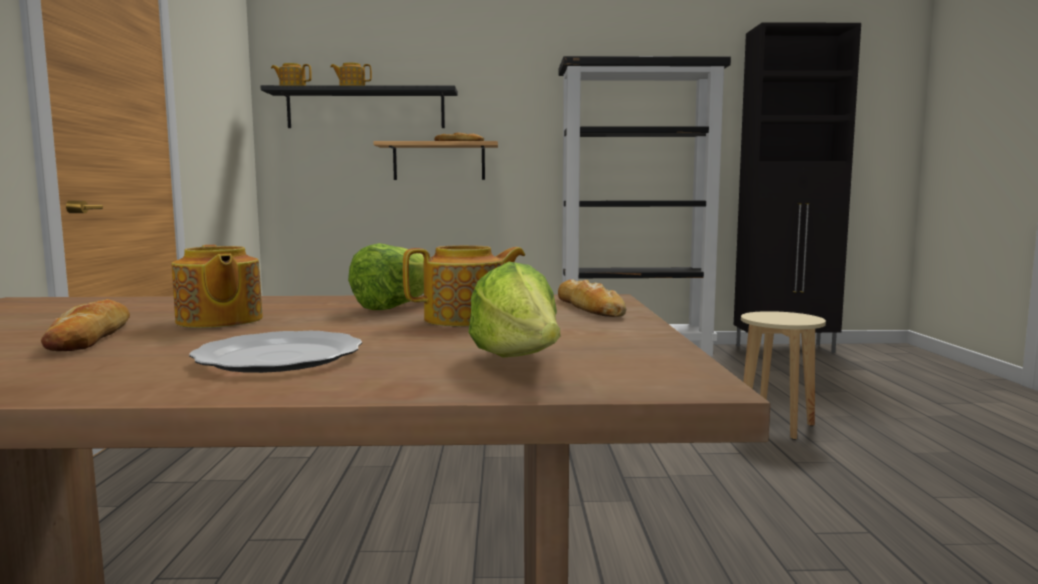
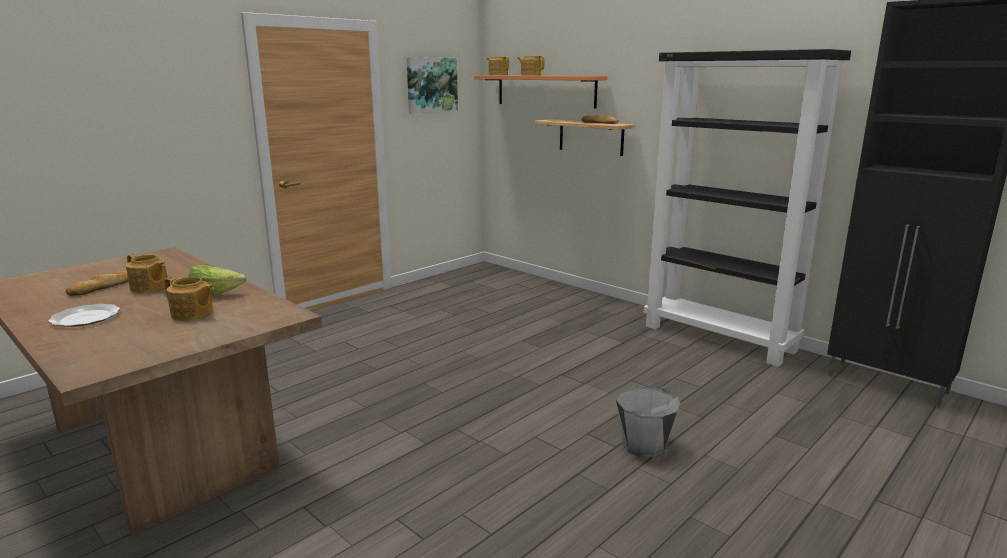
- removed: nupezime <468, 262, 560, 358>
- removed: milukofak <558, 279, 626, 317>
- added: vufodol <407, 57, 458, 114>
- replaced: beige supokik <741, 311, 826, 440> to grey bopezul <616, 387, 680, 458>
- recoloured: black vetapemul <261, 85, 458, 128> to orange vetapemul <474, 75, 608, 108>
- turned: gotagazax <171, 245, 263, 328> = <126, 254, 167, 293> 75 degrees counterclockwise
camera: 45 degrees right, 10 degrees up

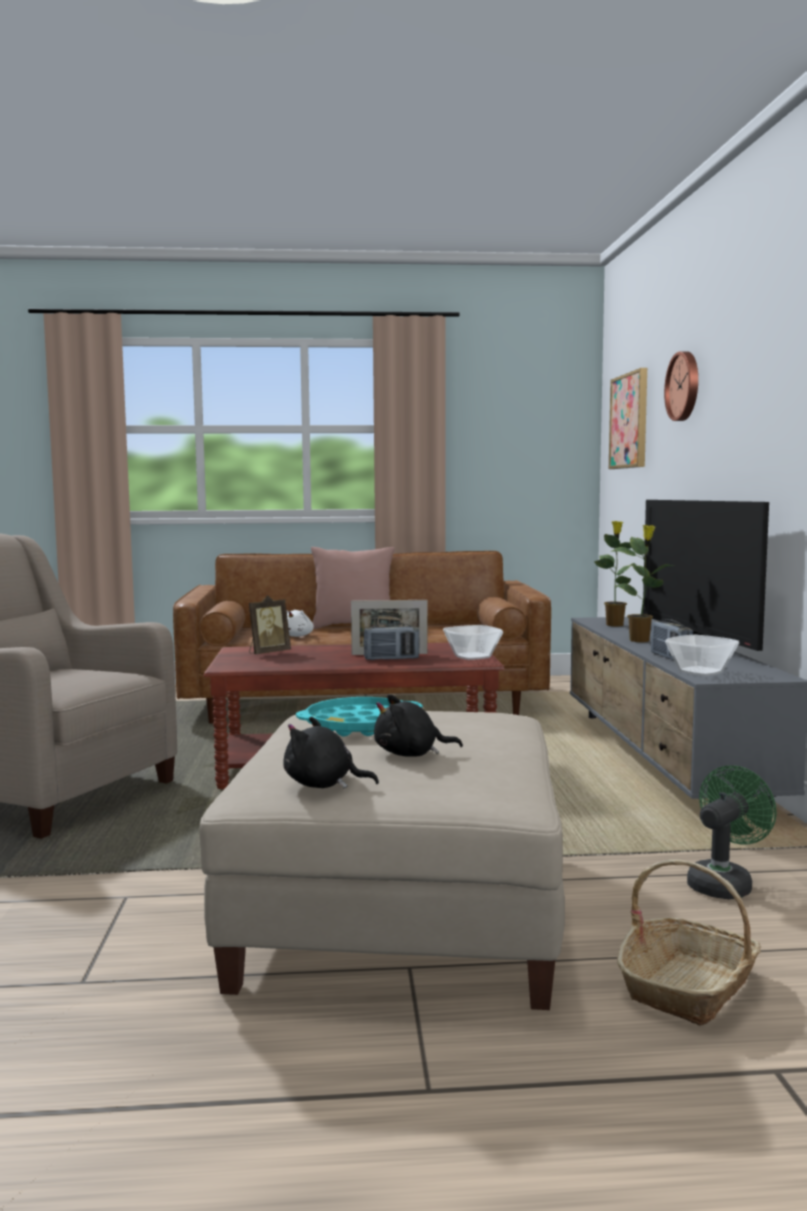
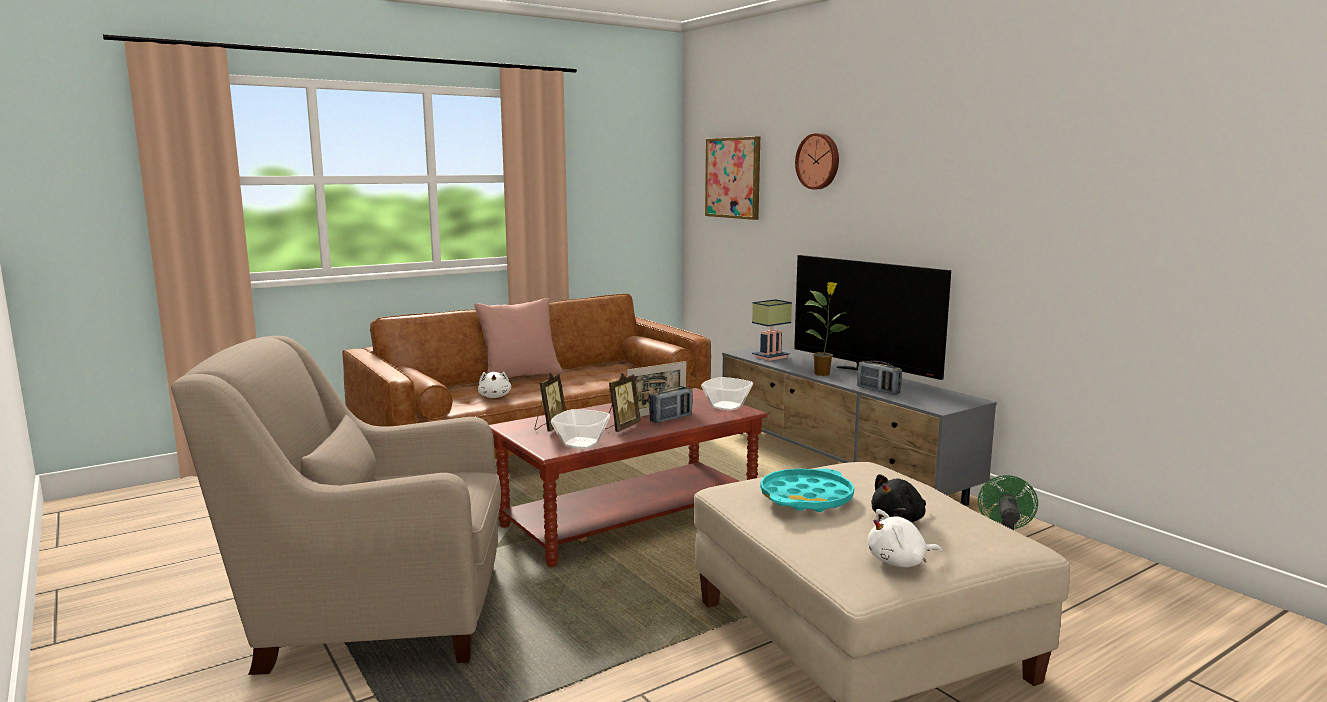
- removed: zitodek <617, 859, 761, 1026>
- added: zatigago <606, 373, 641, 432>
- moved: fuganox <665, 635, 739, 676> to <551, 409, 610, 449>
- replaced: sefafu <594, 521, 637, 626> to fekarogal <752, 299, 792, 361>
- recoloured: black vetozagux <283, 717, 379, 789> to white vetozagux <867, 509, 942, 567>
camera: 30 degrees left, 5 degrees up

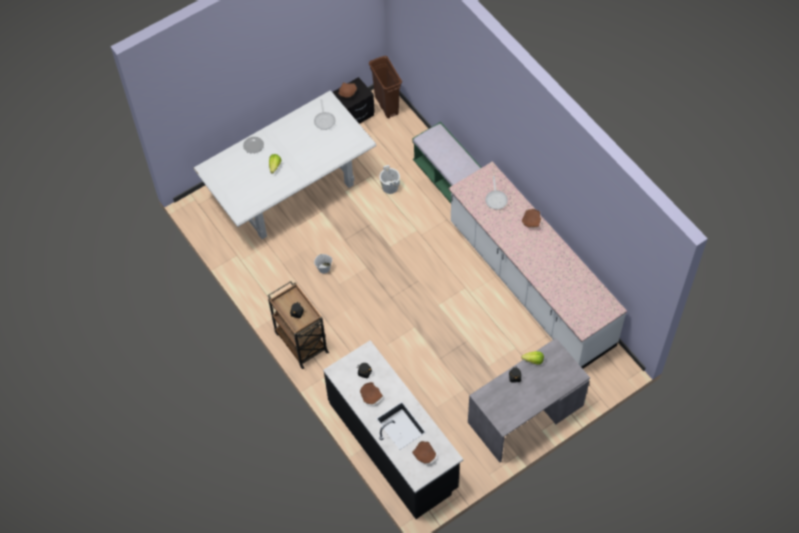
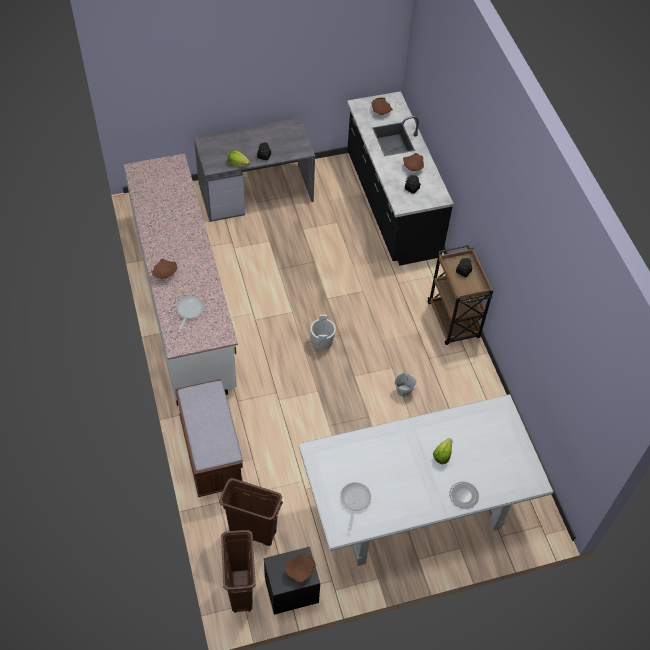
- added: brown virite <219, 478, 283, 546>
- moved: white bopezul <379, 165, 400, 194> to <310, 315, 336, 350>
- recoloured: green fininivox <412, 122, 482, 203> to brown fininivox <175, 379, 243, 497>
camera: 165 degrees left, 5 degrees down

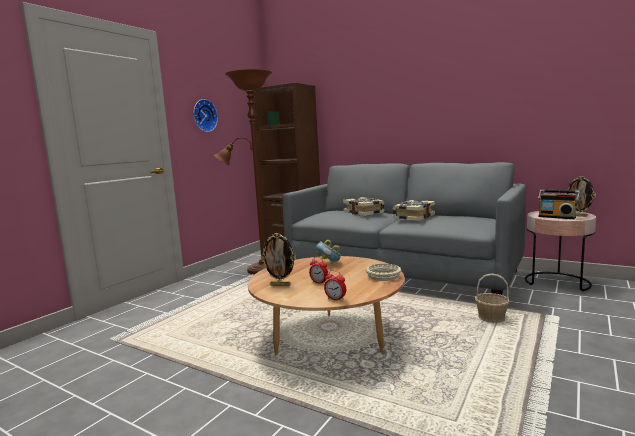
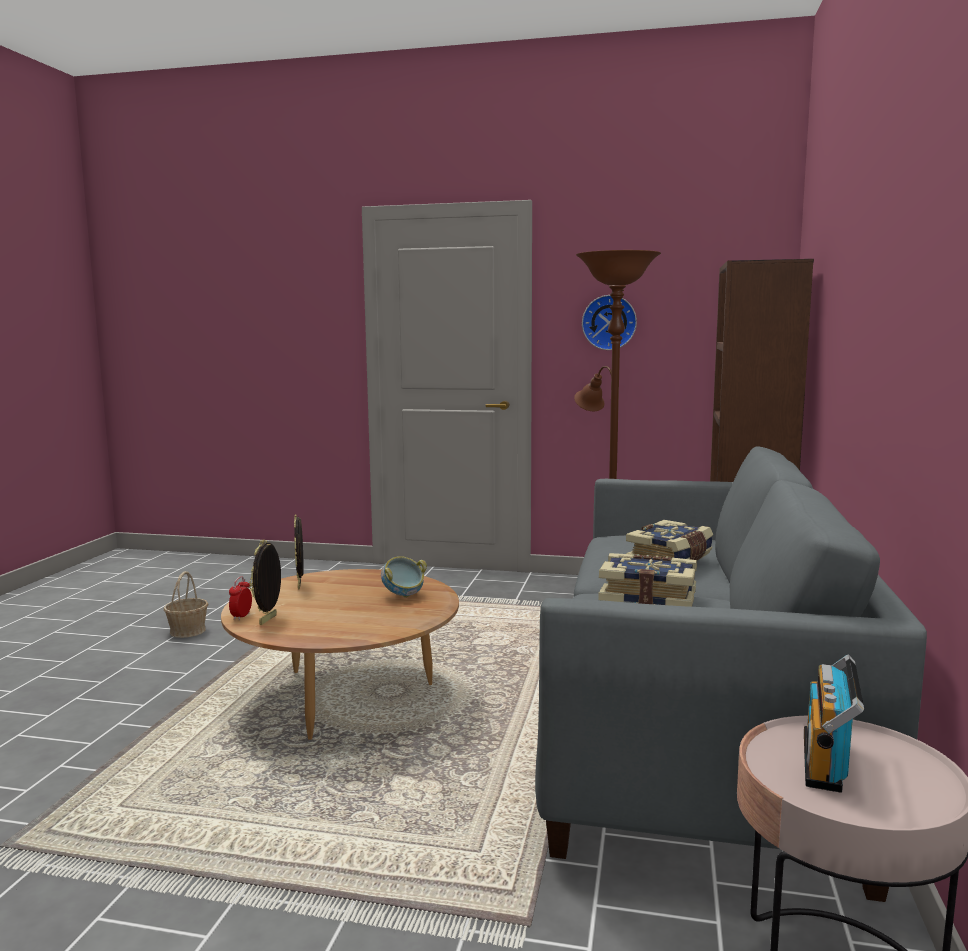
- removed: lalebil <309, 257, 328, 285>
- removed: beige fuganox <366, 263, 402, 281>
- moved: zitodek <475, 274, 510, 323> to <164, 571, 208, 638>
- moved: zatigago <565, 176, 596, 217> to <249, 539, 281, 625>
camera: 70 degrees right, 0 degrees up

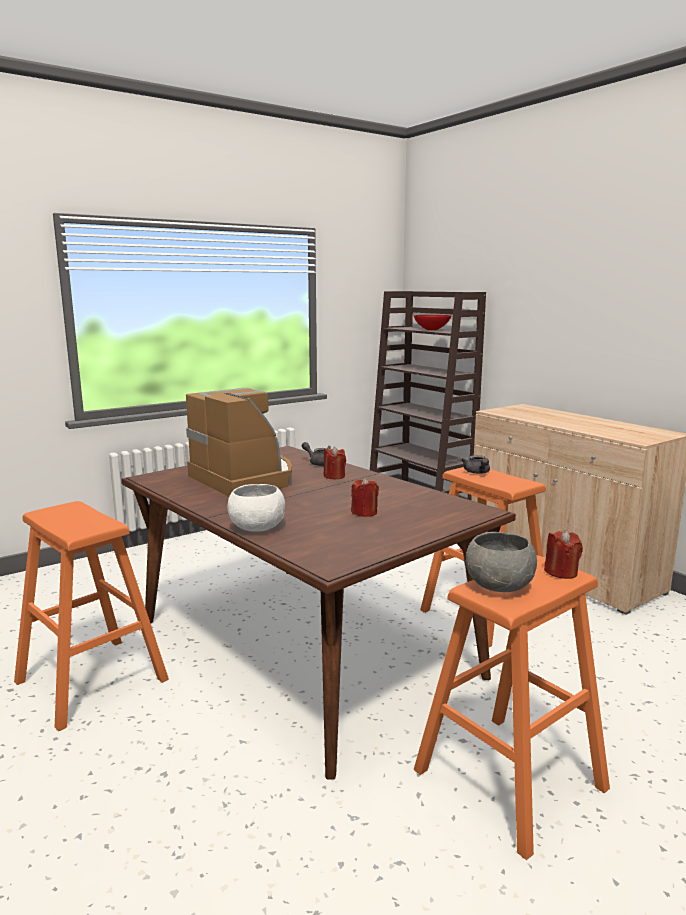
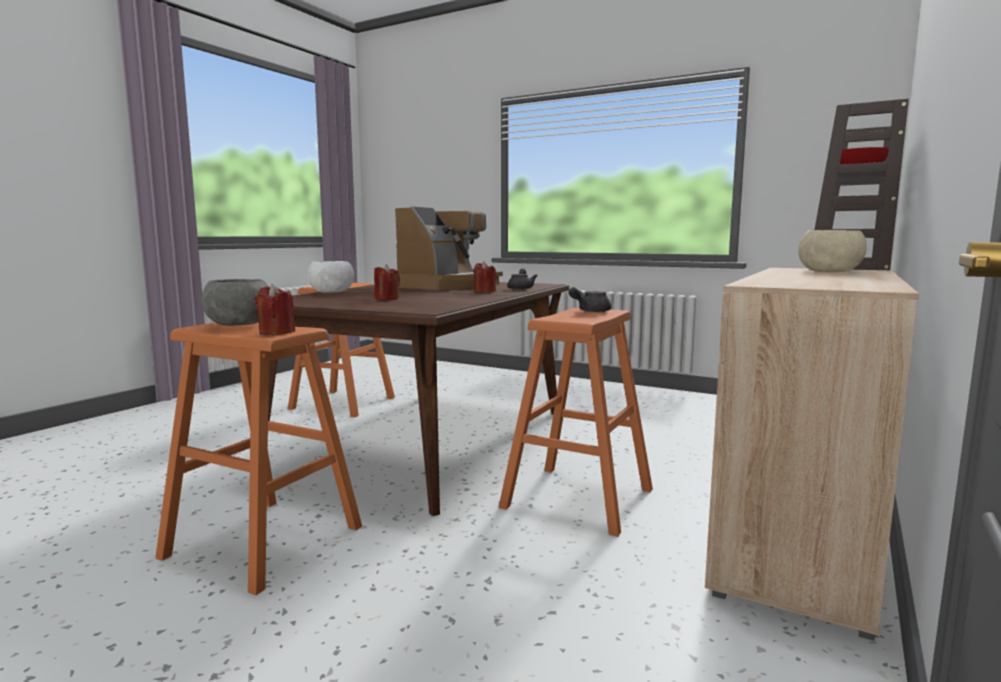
- added: beige fuganox <798, 230, 867, 273>
camera: 65 degrees right, 5 degrees down

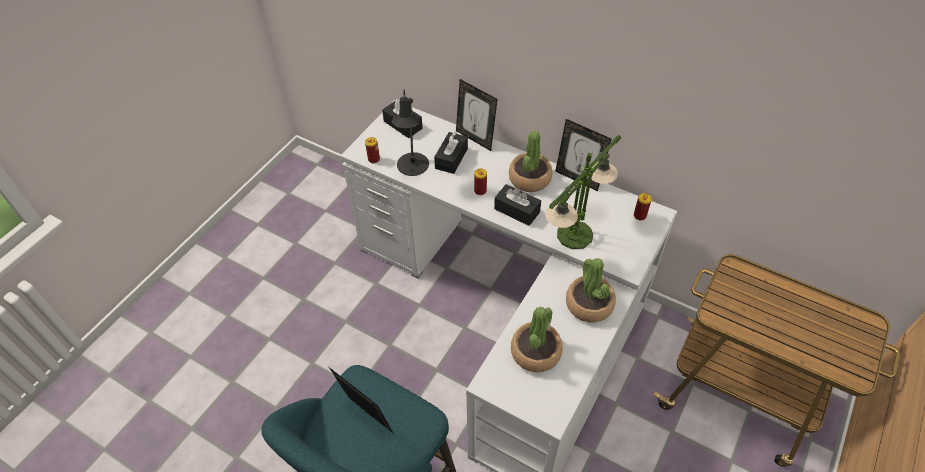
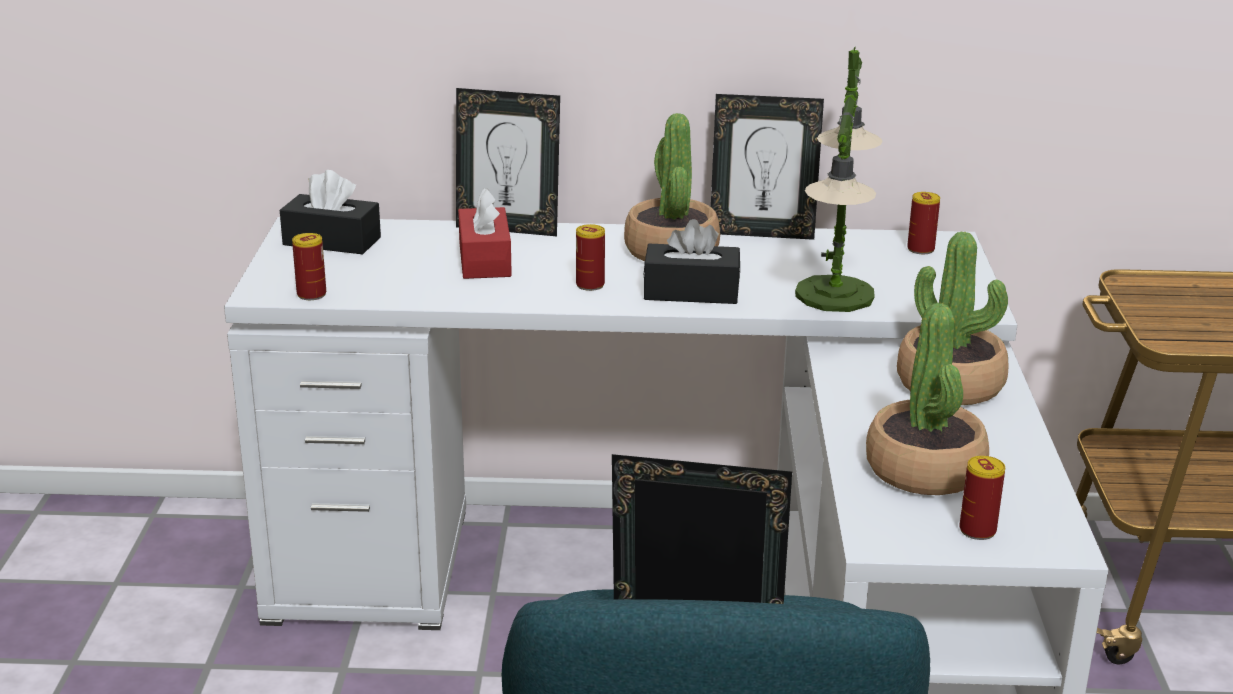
- removed: black fekarogal <392, 90, 429, 176>
- added: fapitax <959, 456, 1005, 540>
- recoloured: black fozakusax <434, 132, 468, 174> to red fozakusax <458, 188, 512, 279>
camera: 30 degrees left, 25 degrees down

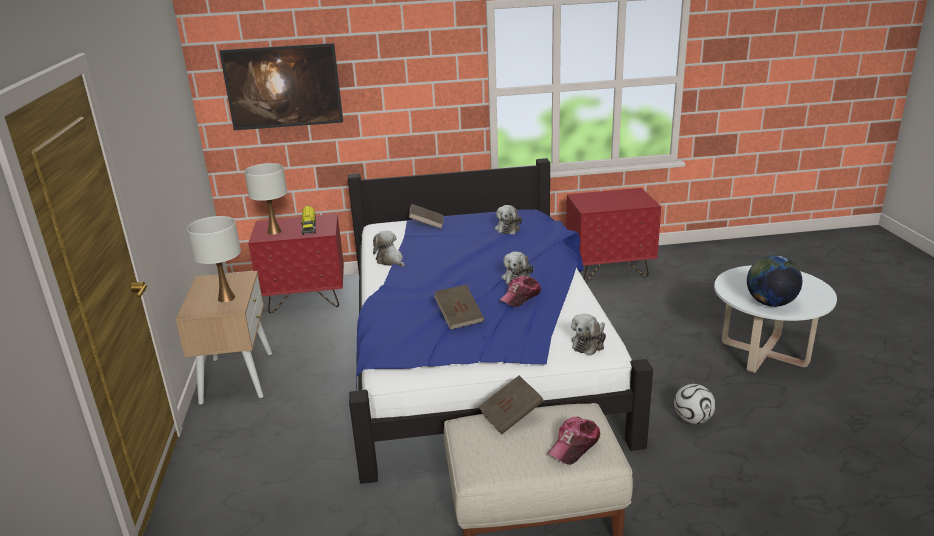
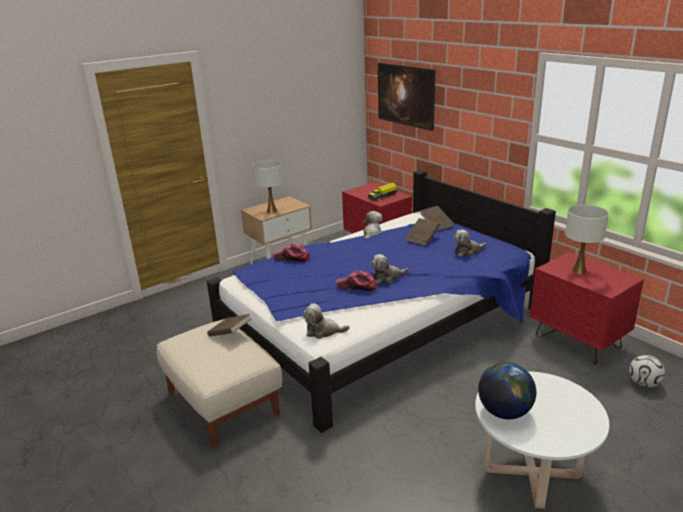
- moved: white fekarogal <244, 163, 287, 235> to <565, 205, 609, 274>
- moved: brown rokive <434, 285, 484, 330> to <406, 218, 440, 246>
- moved: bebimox <547, 417, 600, 465> to <273, 244, 310, 262>
- moved: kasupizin <674, 384, 715, 424> to <629, 355, 665, 387>
camera: 60 degrees right, 0 degrees up

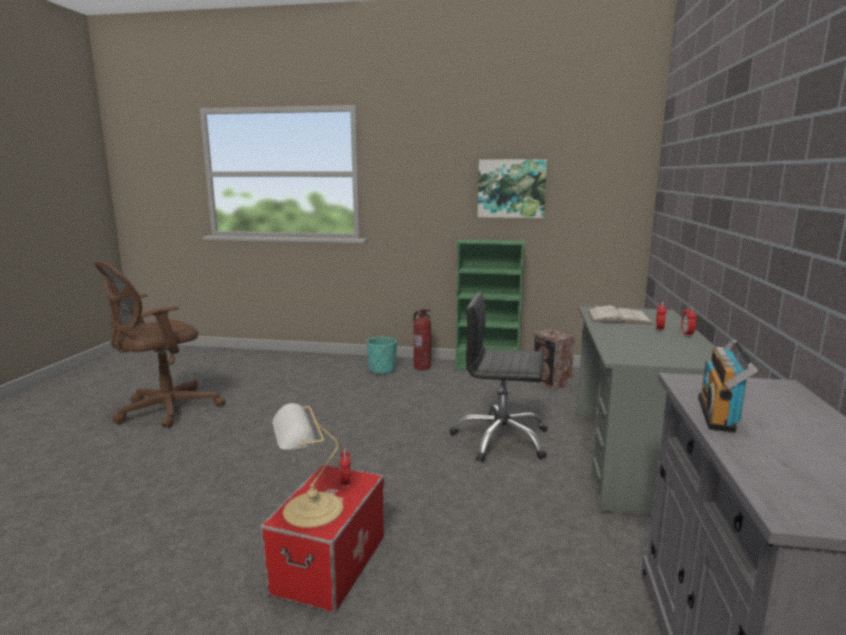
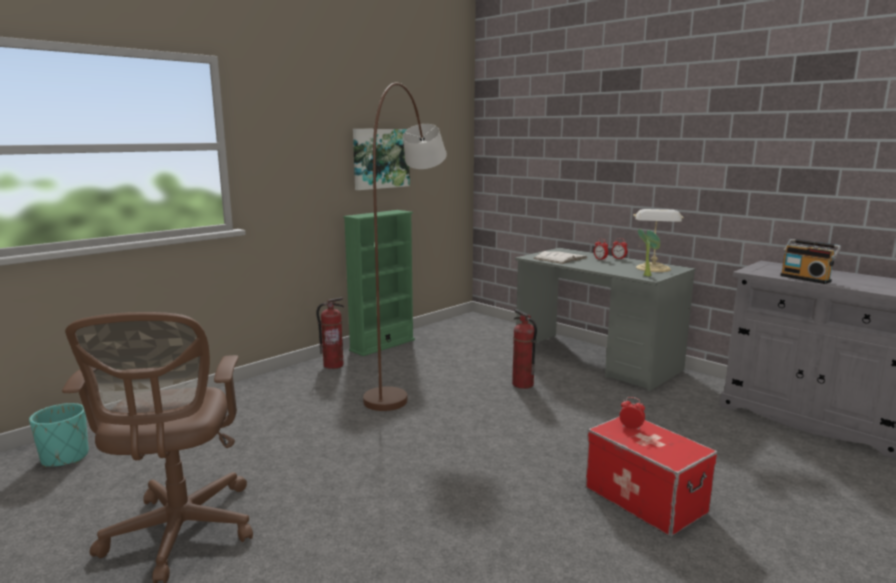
- removed: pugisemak <533, 329, 575, 390>
- added: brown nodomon <363, 83, 447, 411>
- added: sefafu <638, 229, 660, 277>
- moved: fekarogal <273, 403, 343, 528> to <634, 209, 684, 272>
- moved: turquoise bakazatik <367, 337, 397, 375> to <29, 403, 89, 468>
- replaced: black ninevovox <450, 292, 548, 462> to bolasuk <512, 309, 537, 389>
camera: 55 degrees left, 0 degrees up

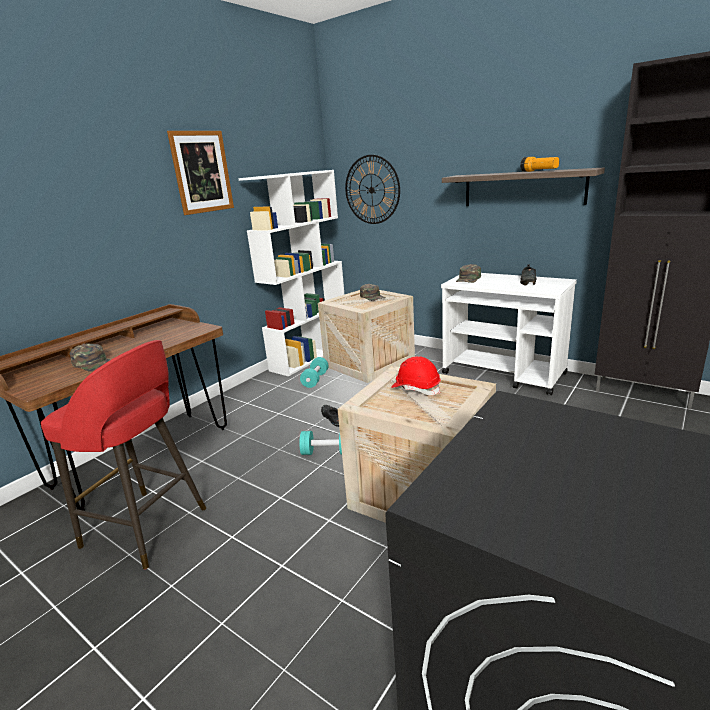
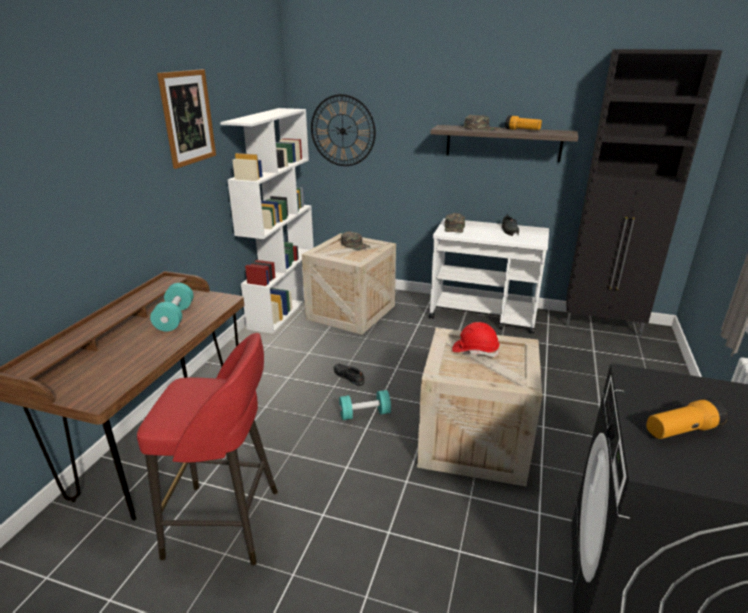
- added: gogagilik <646, 398, 727, 439>
- moved: green bebimox <70, 344, 111, 372> to <464, 115, 500, 131>
- moved: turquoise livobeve <300, 357, 328, 388> to <150, 283, 194, 332>
camera: 20 degrees left, 5 degrees up

